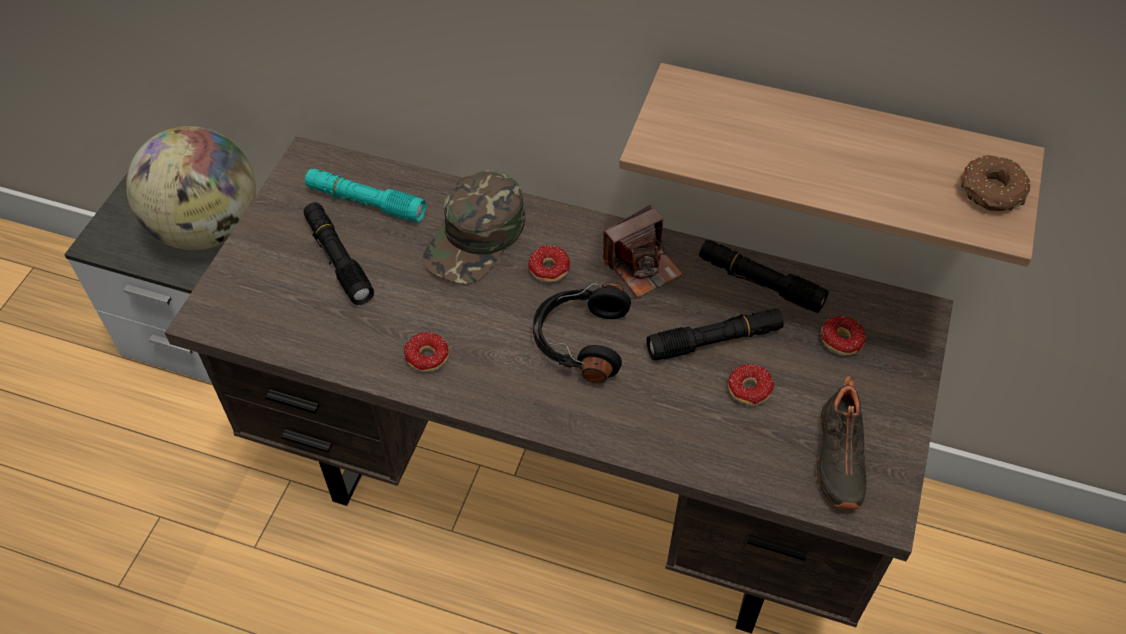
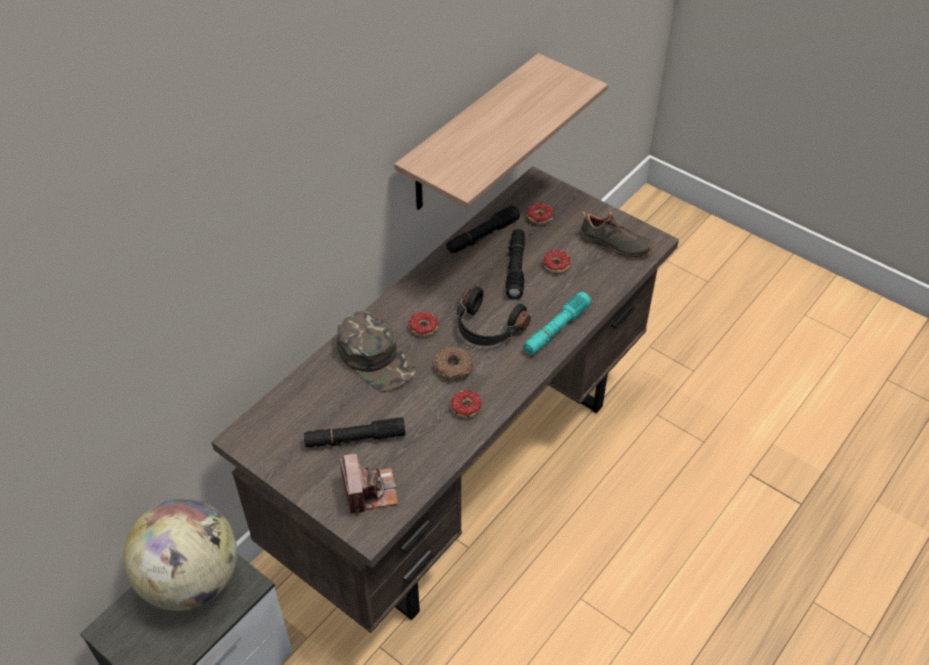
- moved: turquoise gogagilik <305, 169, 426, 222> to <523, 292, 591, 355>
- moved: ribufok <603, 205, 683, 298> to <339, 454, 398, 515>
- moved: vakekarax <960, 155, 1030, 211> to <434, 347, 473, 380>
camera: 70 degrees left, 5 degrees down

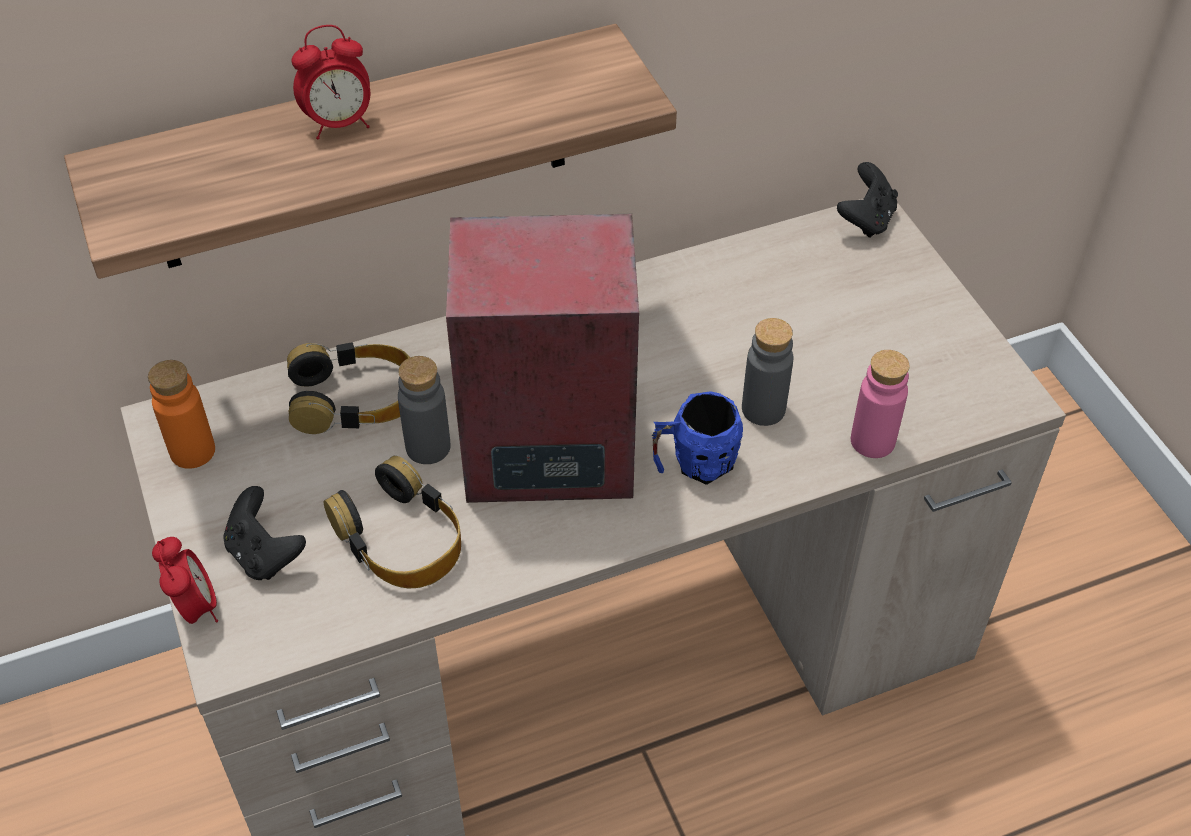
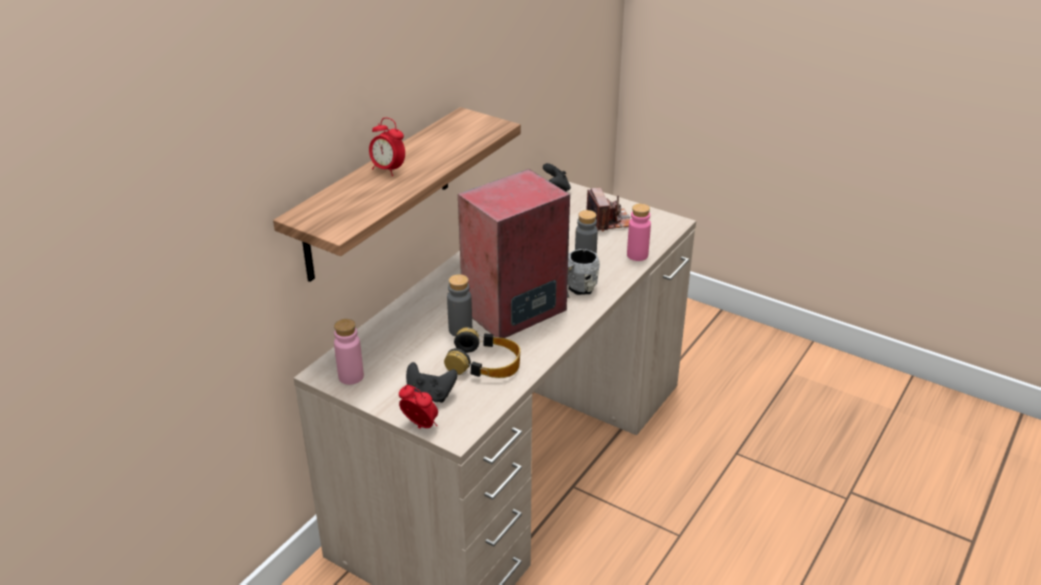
- removed: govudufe <287, 342, 410, 434>
- added: ribufok <586, 188, 630, 231>
- recoloured: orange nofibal <148, 360, 215, 469> to pink nofibal <334, 319, 364, 385>
- recoloured: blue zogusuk <652, 391, 743, 485> to grey zogusuk <567, 249, 600, 298>
- turned: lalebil <292, 25, 370, 140> = <369, 117, 405, 176> 90 degrees clockwise
camera: 35 degrees left, 15 degrees down

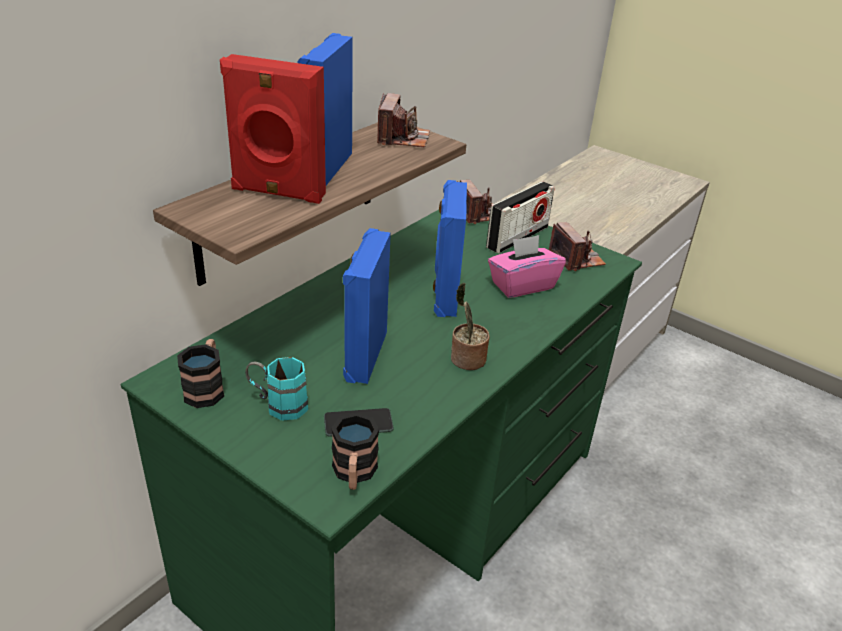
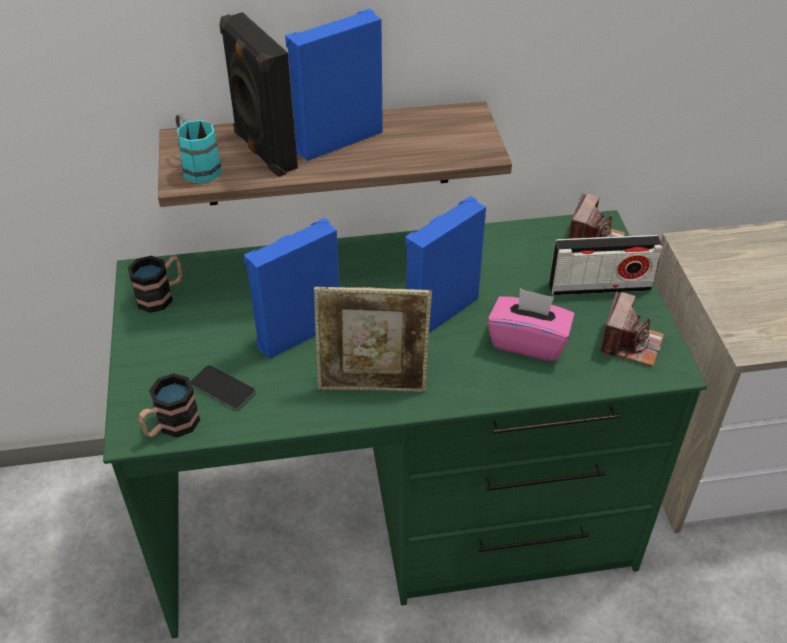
- removed: ribufok <377, 93, 430, 147>
- moved: turquoise zogusuk <245, 357, 308, 421> to <176, 114, 222, 184>
- replaced: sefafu <451, 282, 490, 370> to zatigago <314, 287, 432, 392>
- recoloured: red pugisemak <220, 54, 326, 204> to black pugisemak <219, 12, 298, 177>
camera: 45 degrees right, 10 degrees up

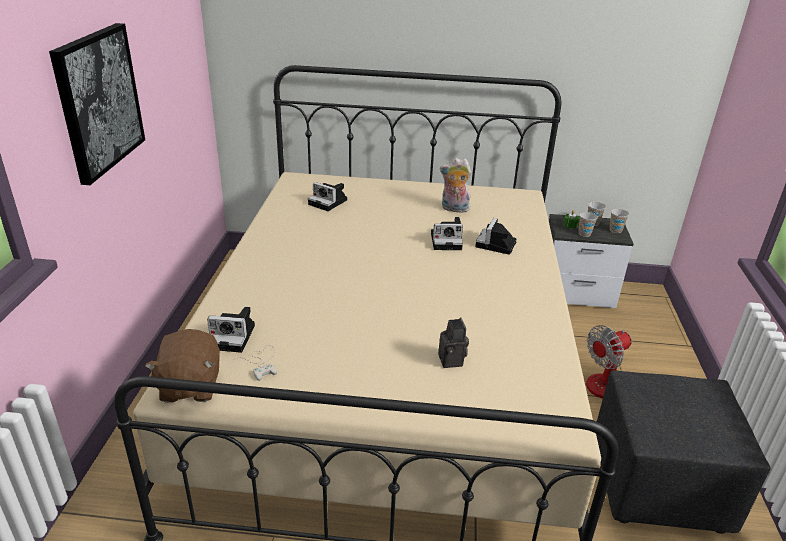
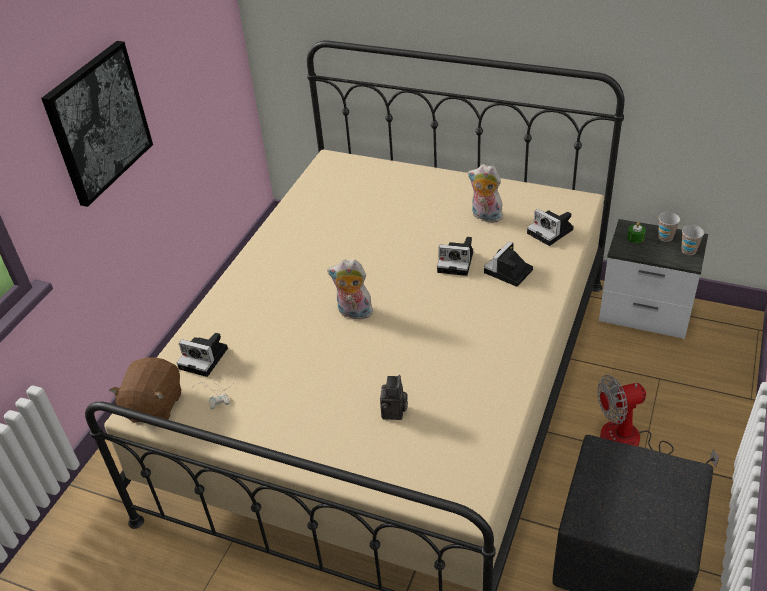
- removed: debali <579, 212, 598, 237>
- added: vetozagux <327, 259, 373, 320>
- moved: ribufok <308, 182, 347, 211> to <527, 209, 574, 246>
camera: 20 degrees right, 10 degrees up

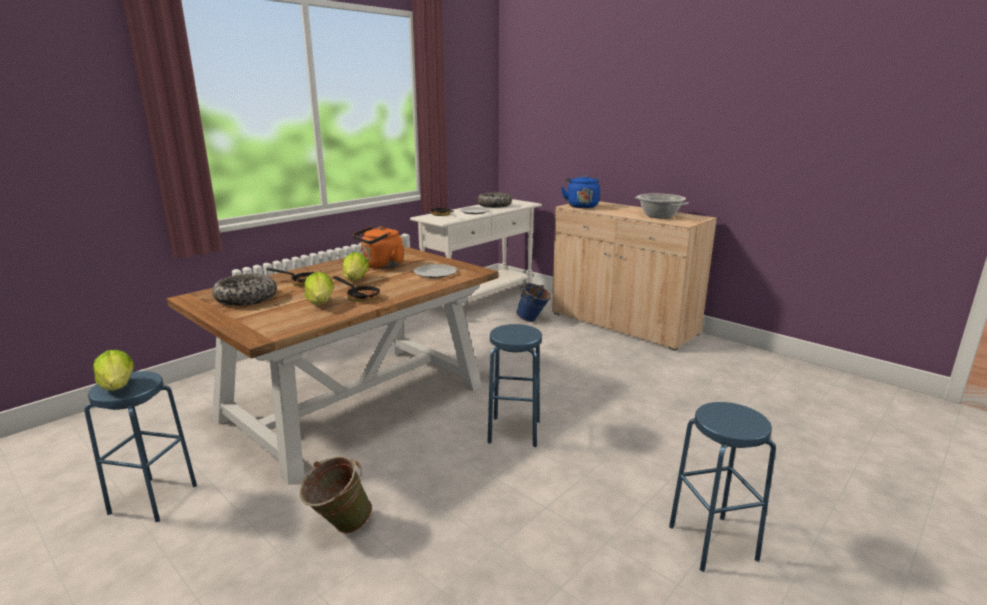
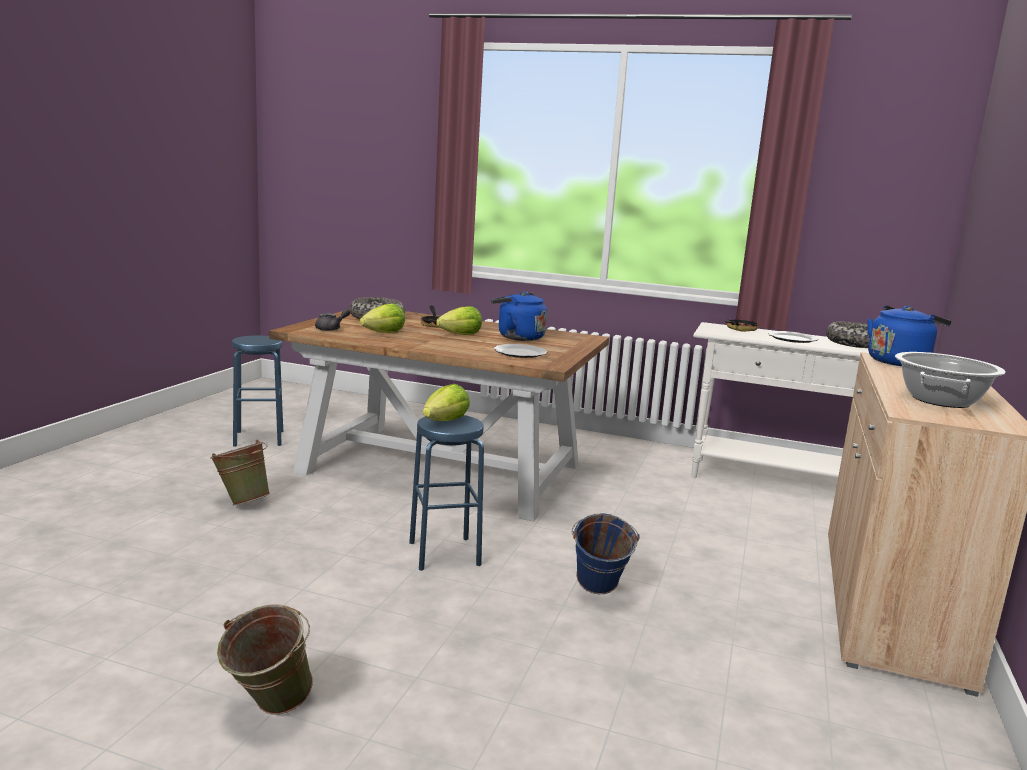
- removed: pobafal <333, 276, 381, 302>
- added: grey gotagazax <315, 308, 351, 331>
- moved: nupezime <93, 350, 134, 391> to <423, 384, 470, 421>
- moved: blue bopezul <516, 283, 551, 322> to <572, 513, 640, 594>
- replaced: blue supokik <669, 402, 776, 572> to green bopezul <217, 604, 313, 715>
- recoloured: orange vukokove <352, 226, 403, 269> to blue vukokove <491, 292, 547, 341>
camera: 65 degrees right, 5 degrees down

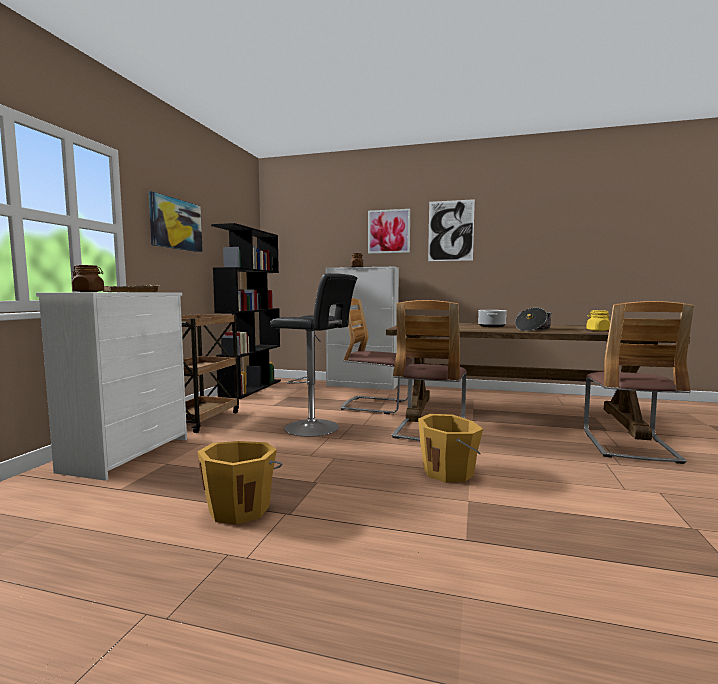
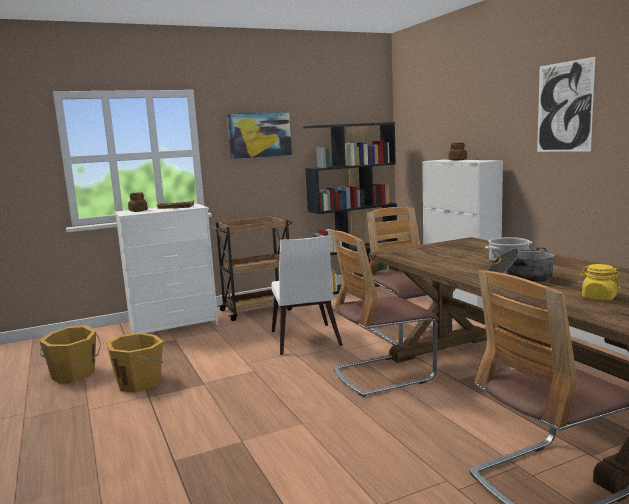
- removed: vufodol <368, 209, 410, 254>
- moved: orange bopezul <418, 414, 483, 483> to <39, 325, 101, 383>
- replaced: black supokik <270, 273, 357, 437> to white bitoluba <271, 235, 343, 355>
camera: 50 degrees right, 5 degrees up

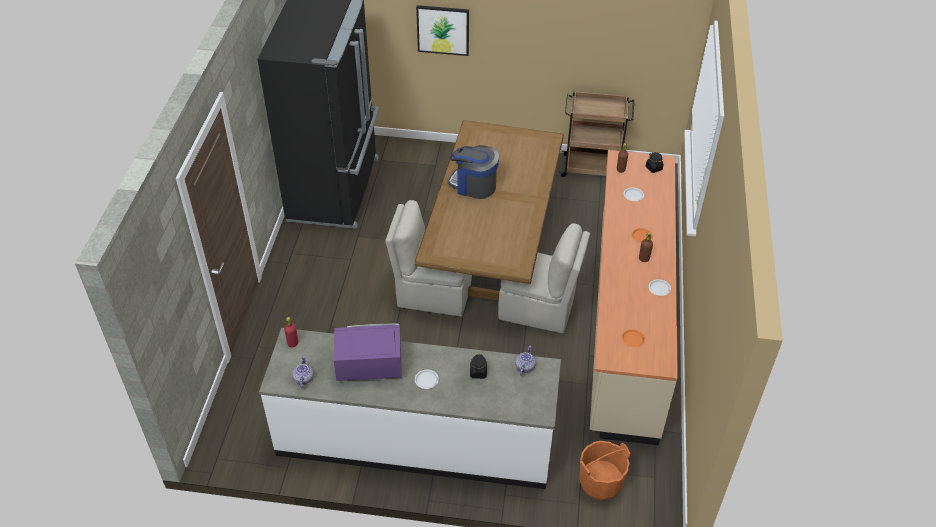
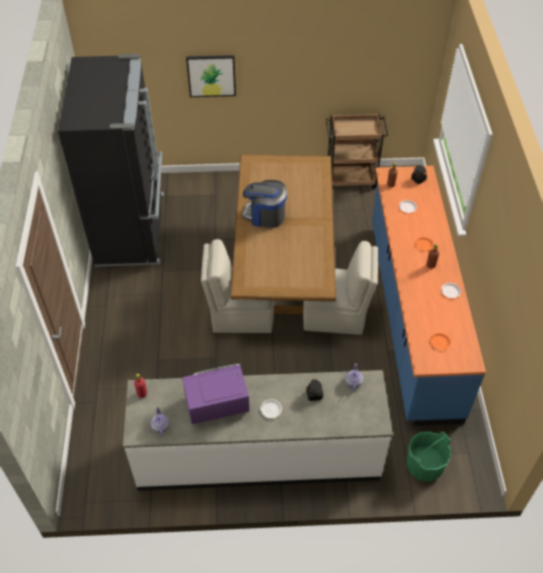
- recoloured: orange bopezul <579, 441, 631, 500> to green bopezul <407, 431, 451, 482>
- recoloured: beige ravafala <590, 150, 678, 445> to blue ravafala <372, 166, 486, 426>
camera: 10 degrees left, 5 degrees up

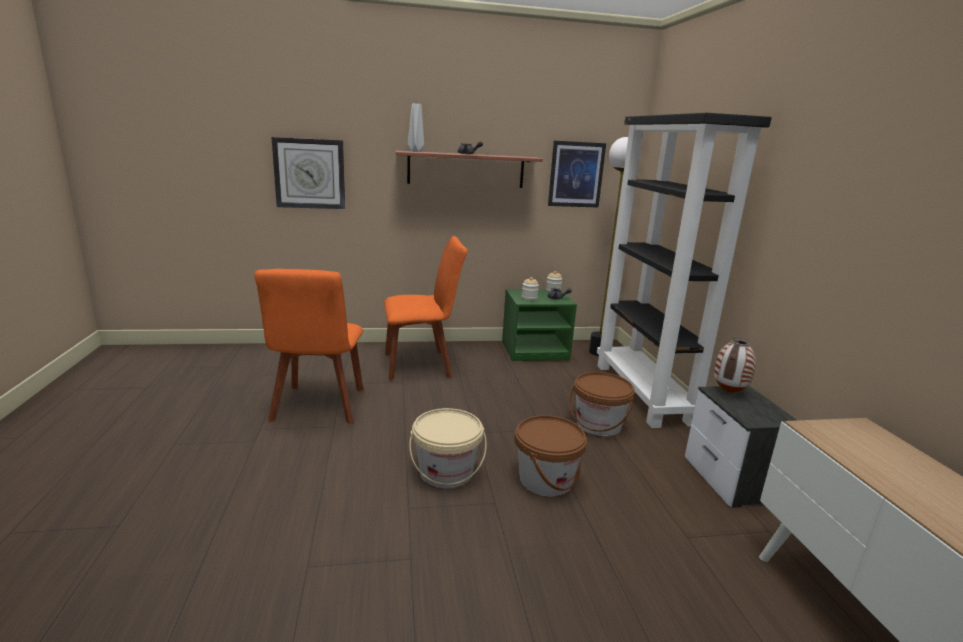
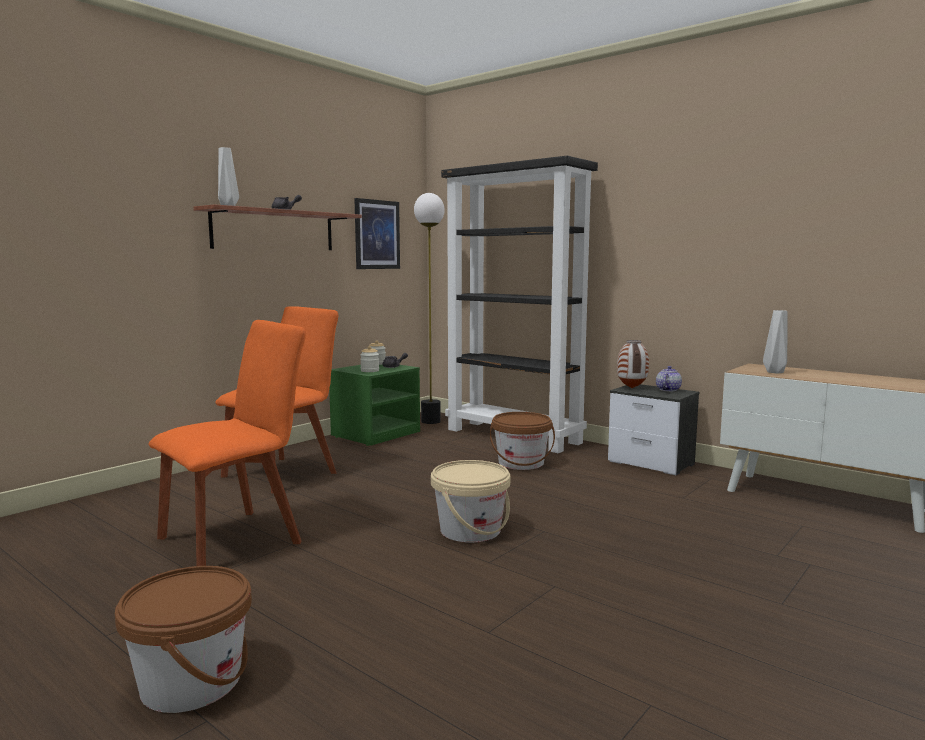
- removed: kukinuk <271, 137, 345, 209>
- added: gotagazax <656, 366, 682, 391>
- added: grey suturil <763, 310, 787, 374>
- moved: brown bopezul <514, 415, 587, 496> to <115, 566, 252, 713>
- turned: orange bitoluba <254, 269, 363, 424> = <149, 320, 306, 566> 90 degrees counterclockwise
camera: 40 degrees left, 10 degrees down

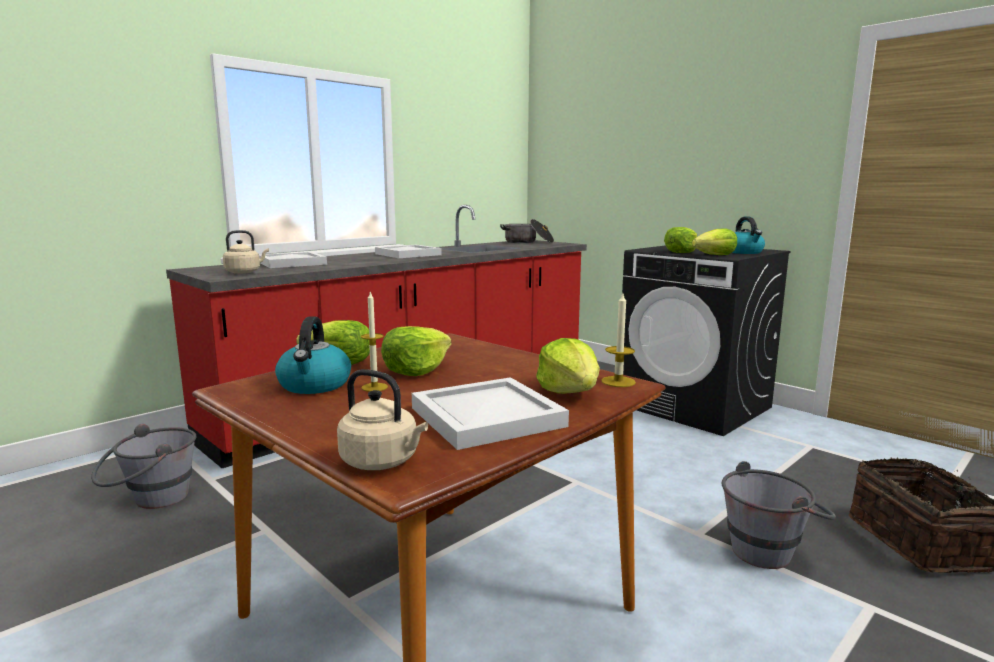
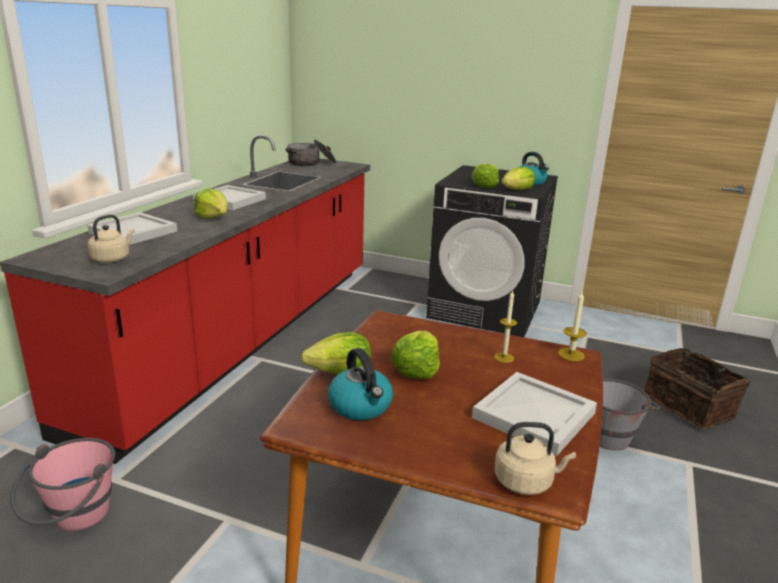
- moved: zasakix <361, 292, 388, 392> to <494, 290, 517, 363>
- moved: nupezime <536, 338, 600, 394> to <194, 189, 228, 218>
- recoloured: grey bopezul <91, 424, 196, 509> to pink bopezul <10, 438, 115, 531>
camera: 25 degrees left, 10 degrees up

